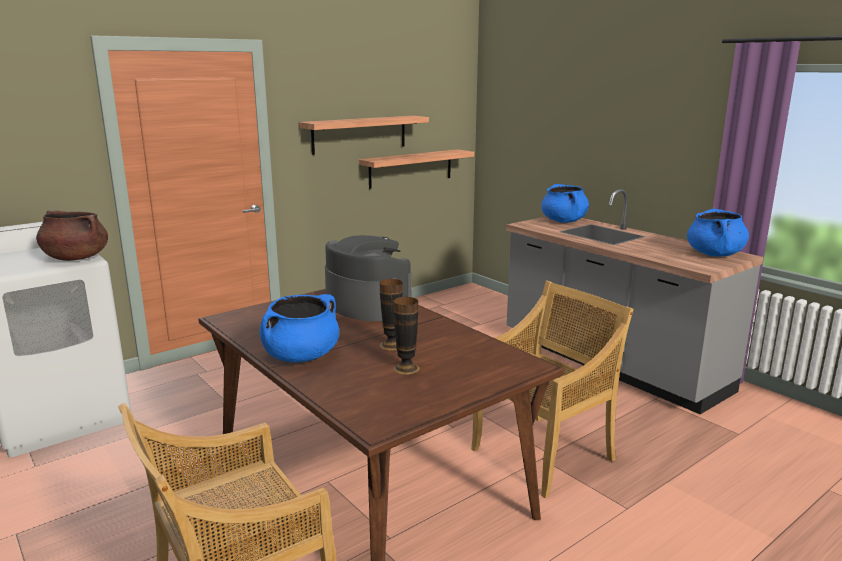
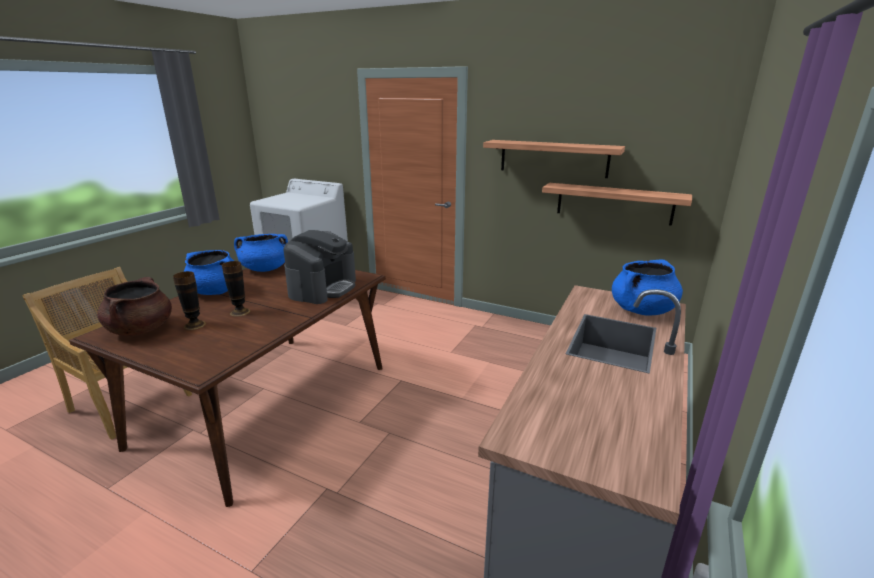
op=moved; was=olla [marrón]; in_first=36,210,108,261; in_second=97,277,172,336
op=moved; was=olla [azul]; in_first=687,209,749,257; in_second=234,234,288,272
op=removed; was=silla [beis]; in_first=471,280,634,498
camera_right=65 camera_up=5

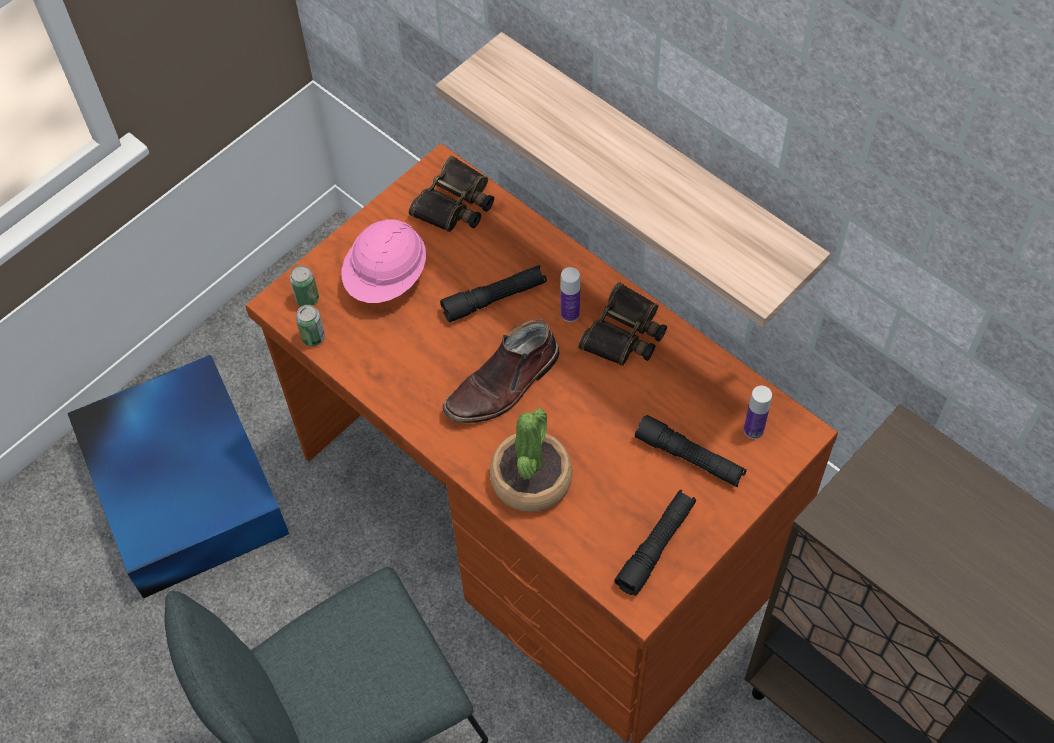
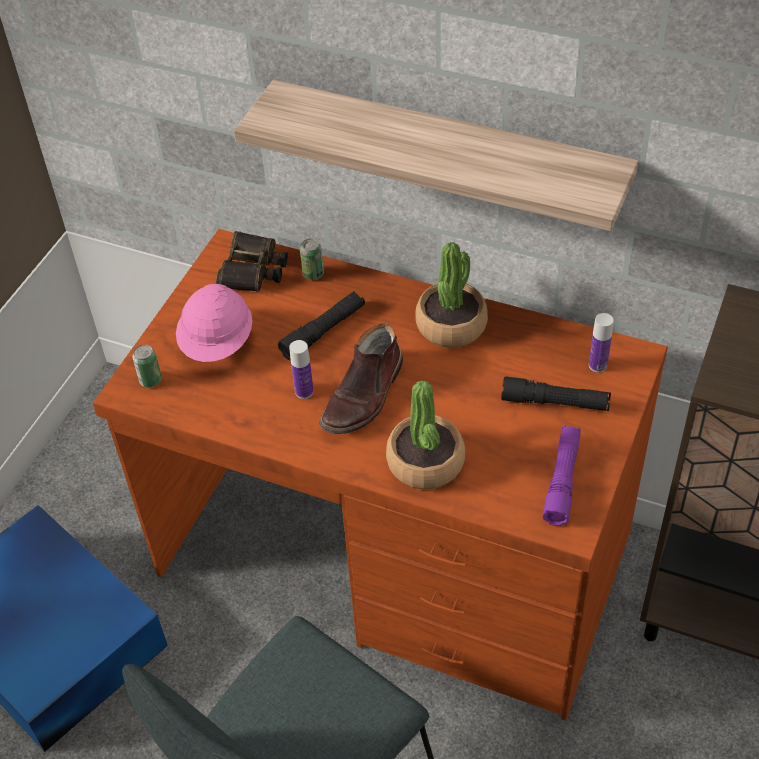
op=moved; was=botella; in_first=560,267,580,322; in_second=289,340,314,399
op=moved; was=lata; in_first=296,305,325,346; in_second=300,239,324,280
op=replaced; was=prismáticos; now=planta en maceta; in_first=578,282,667,366; in_second=416,242,488,348
op=recoloured; was=linterna [negro]; now=linterna [morado]; in_first=614,490,696,596; in_second=542,425,581,526
camera_right=-20 camera_up=-10

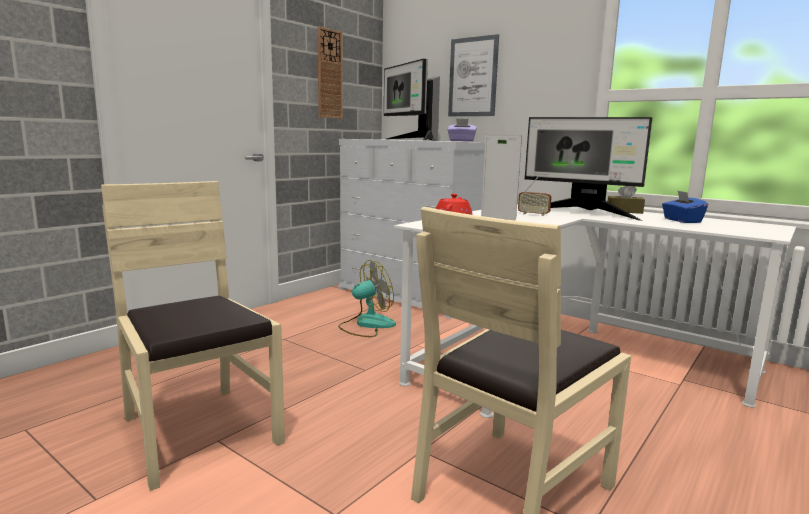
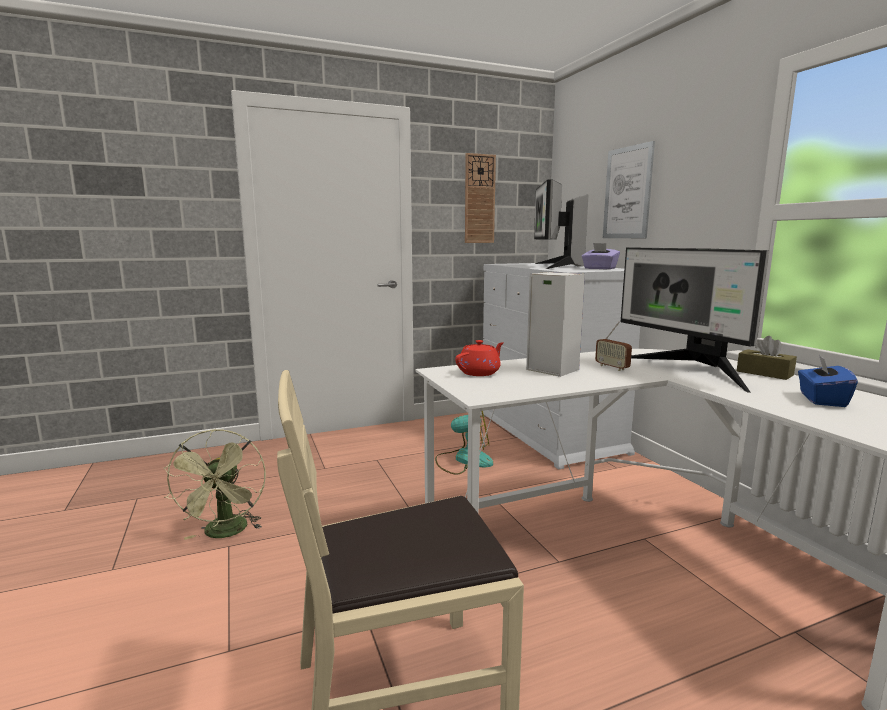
op=replaced; was=silla [beis]; now=ventilador [verde]; in_first=101,181,285,491; in_second=164,429,266,540
camera_right=30 camera_up=0

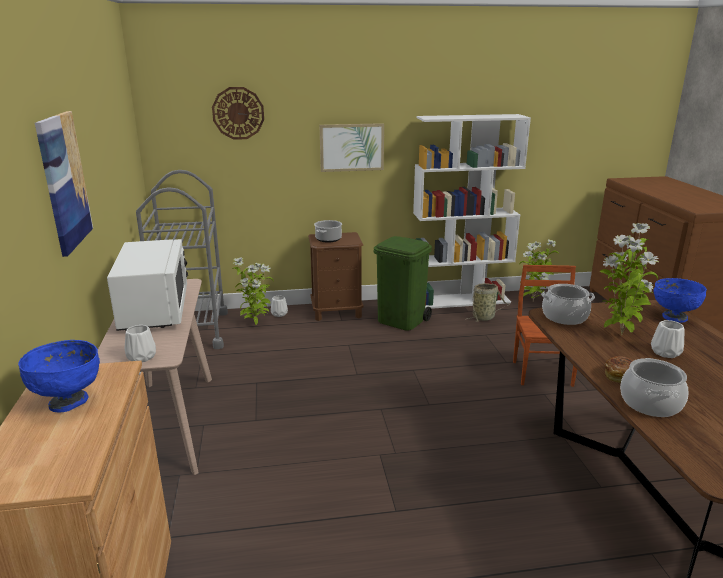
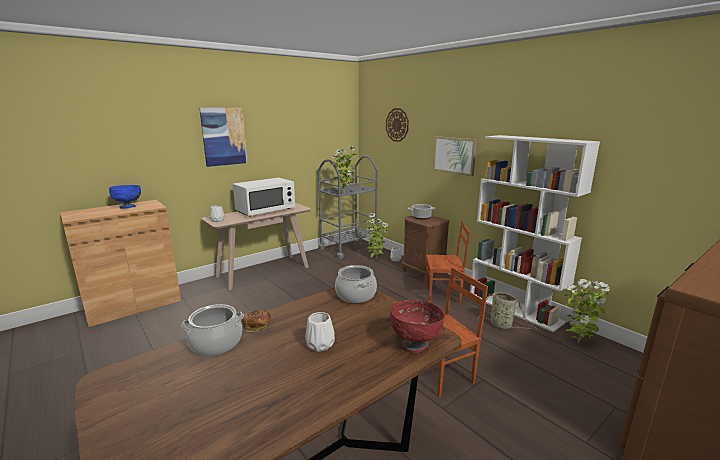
op=moved; was=planta en maceta; in_first=600,223,659,335; in_second=330,146,357,194
op=recoloured; was=cuenco [azul]; now=cuenco [rojo]; in_first=653,278,707,322; in_second=390,299,445,353
op=replaced; was=papelera [verde]; now=silla [marrón]; in_first=374,236,432,331; in_second=425,221,470,304
camera_right=60 camera_up=-5

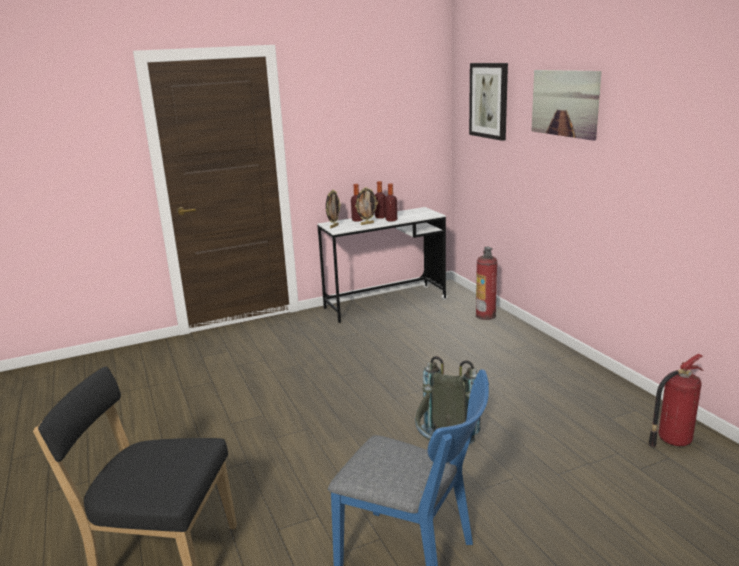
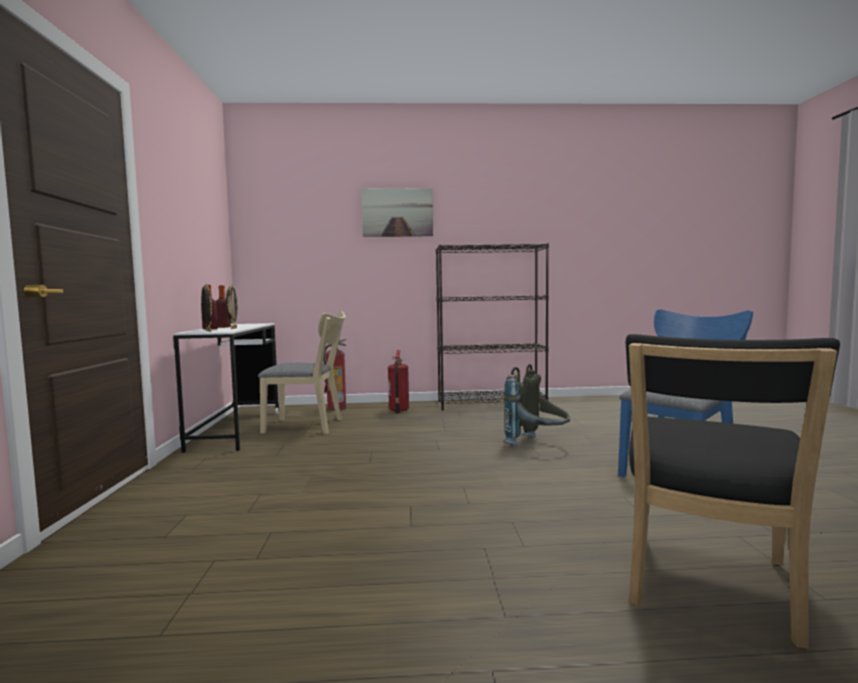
op=added; now=silla [beis]; in_second=258,311,345,434
op=moved; was=extintor; in_first=648,354,704,447; in_second=388,350,409,414
op=added; now=estantería [negro]; in_second=436,243,549,410
op=removed; was=botella; in_first=385,183,397,222
op=removed; was=cuadro; in_first=469,63,508,141
camera_right=-70 camera_up=-15

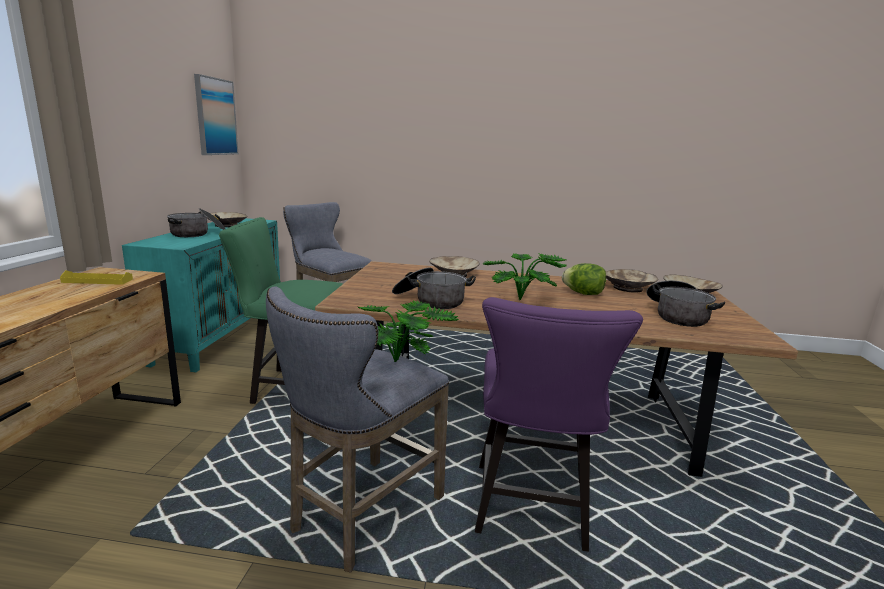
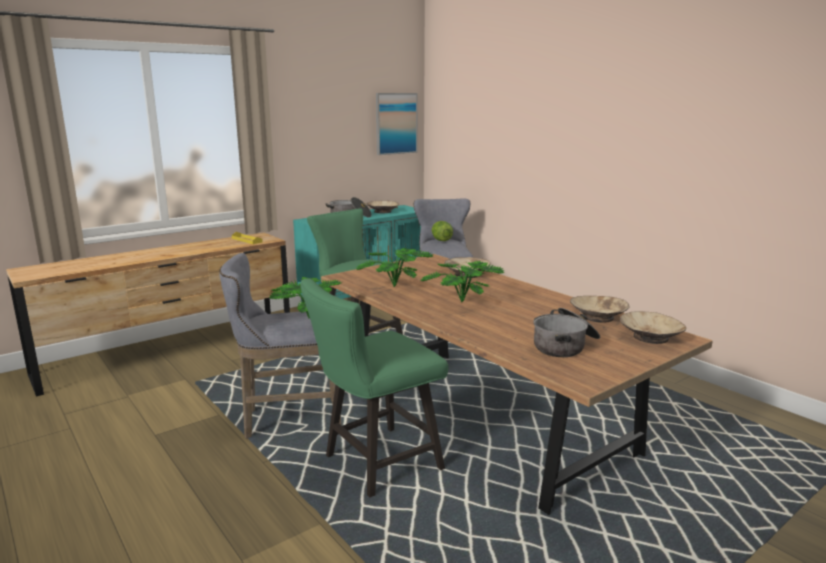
op=recoloured; was=silla [morado]; now=silla [verde]; in_first=475,297,643,552; in_second=300,278,448,497
op=replaced; was=olla; now=planta en maceta; in_first=392,268,476,309; in_second=356,248,433,287
op=moved; was=lechuga; in_first=562,263,606,295; in_second=432,221,453,241
camera_right=45 camera_up=0

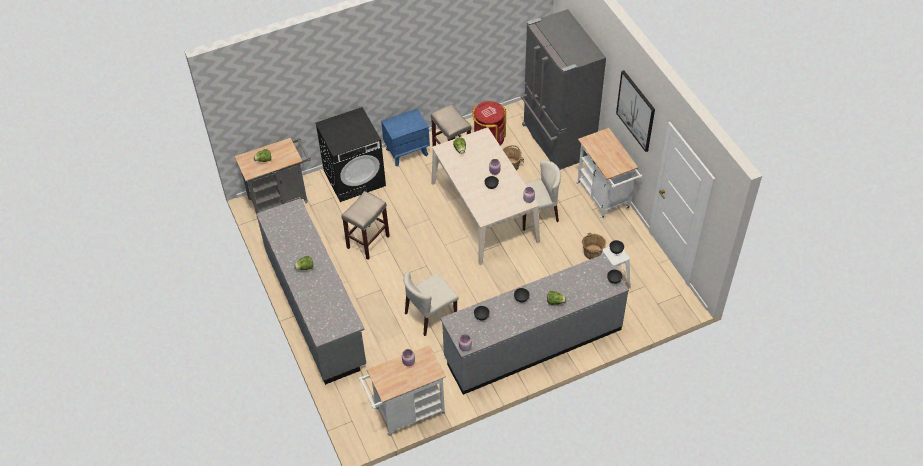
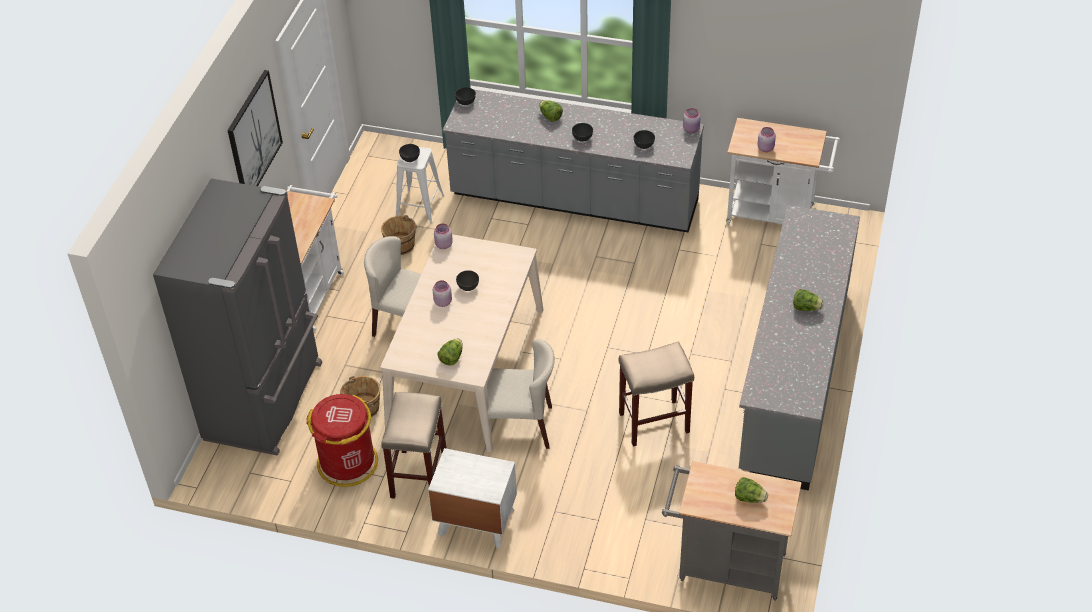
op=recoloured; was=mesita de noche [azul]; now=mesita de noche [blanco]; in_first=381,108,430,166; in_second=428,448,517,549
op=moved; was=silla [beis]; in_first=403,272,459,336; in_second=485,339,555,449
op=removed; was=lavadora [negro]; in_first=315,107,386,202
camera_right=-140 camera_up=-5

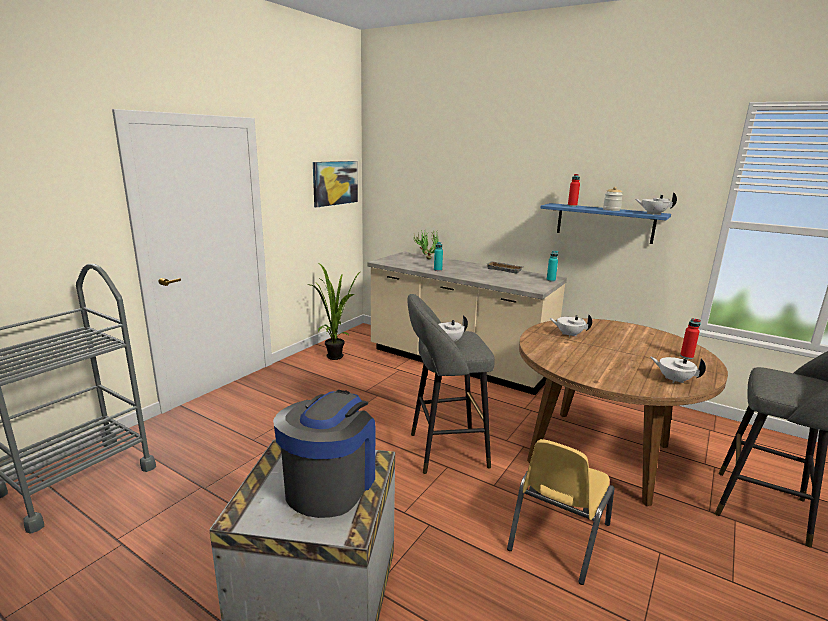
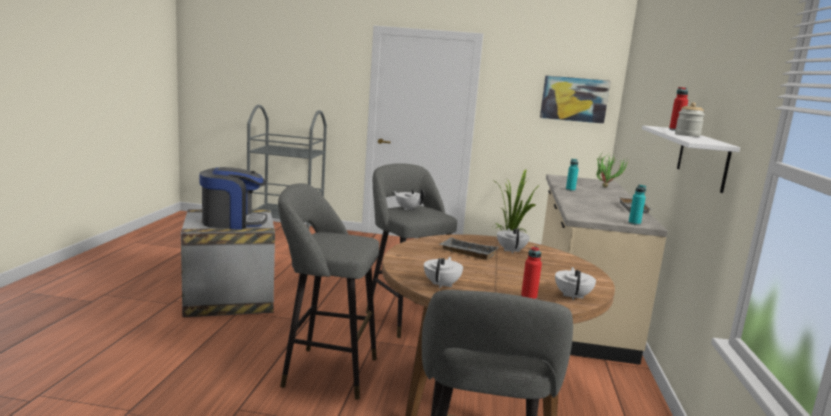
op=replaced; was=silla [amarillo]; now=taburete [gris]; in_first=507,439,614,585; in_second=278,183,379,400
op=added; now=bandeja [gris]; in_second=439,237,498,260
op=moved; was=tetera [blanco]; in_first=636,192,677,215; in_second=555,267,596,300
op=recoloured; was=estante [azul]; now=estante [blanco]; in_first=540,203,671,244; in_second=642,125,740,193
camera_right=65 camera_up=-5

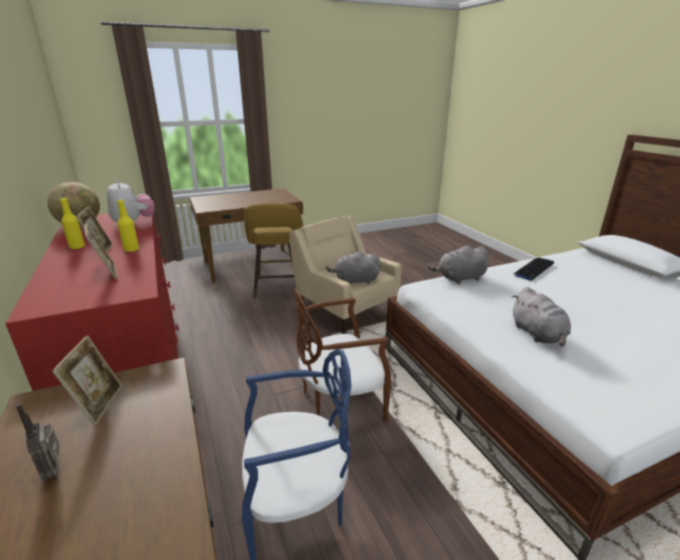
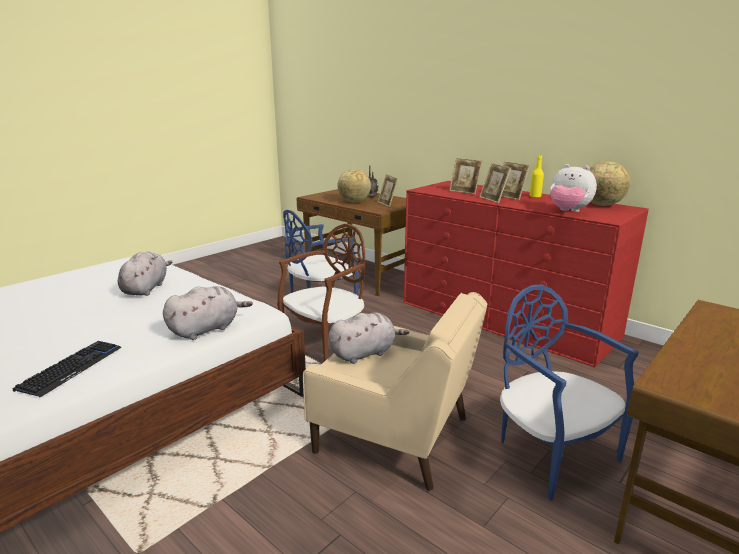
op=turned; was=peluche [gris]; in_first=512,287,571,346; in_second=118,252,172,296; clockwise=45
op=added; now=globo terráqueo; in_second=337,169,371,203
op=replaced; was=botella [amarillo]; now=portarretratos; in_first=117,199,139,252; in_second=480,163,511,203
op=replaced; was=taburete [amarillo]; now=silla [azul]; in_first=244,203,303,298; in_second=500,285,639,501
camera_right=155 camera_up=-5

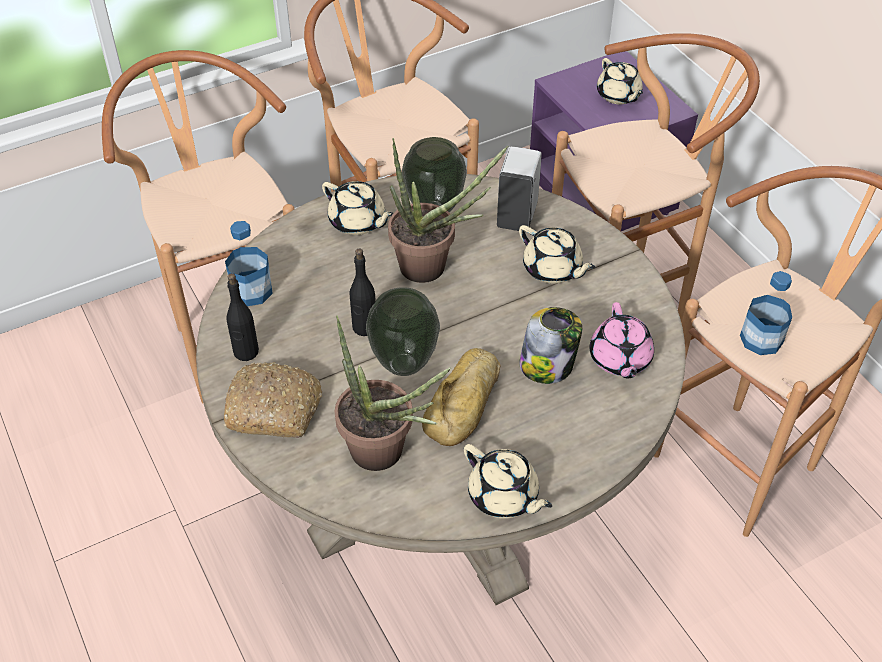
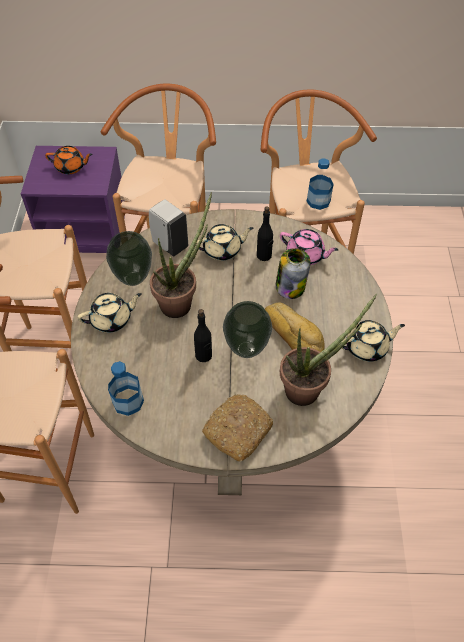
op=recoloured; was=tetera [beis]; now=tetera [naranja]; in_first=597,58,643,104; in_second=45,146,92,174
op=moved; was=botella [negro]; in_first=226,273,259,361; in_second=257,206,273,261
camera_right=-60 camera_up=5

